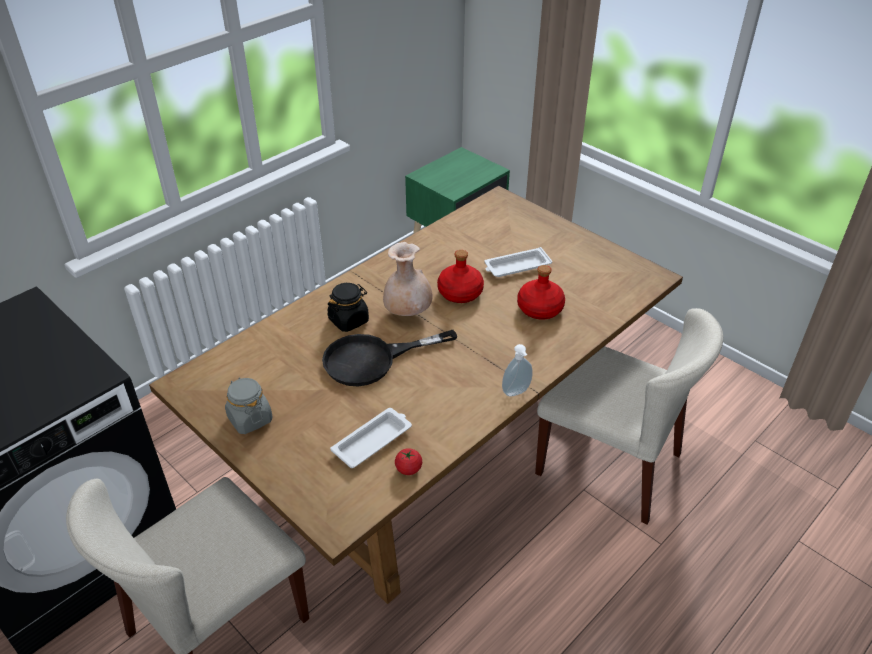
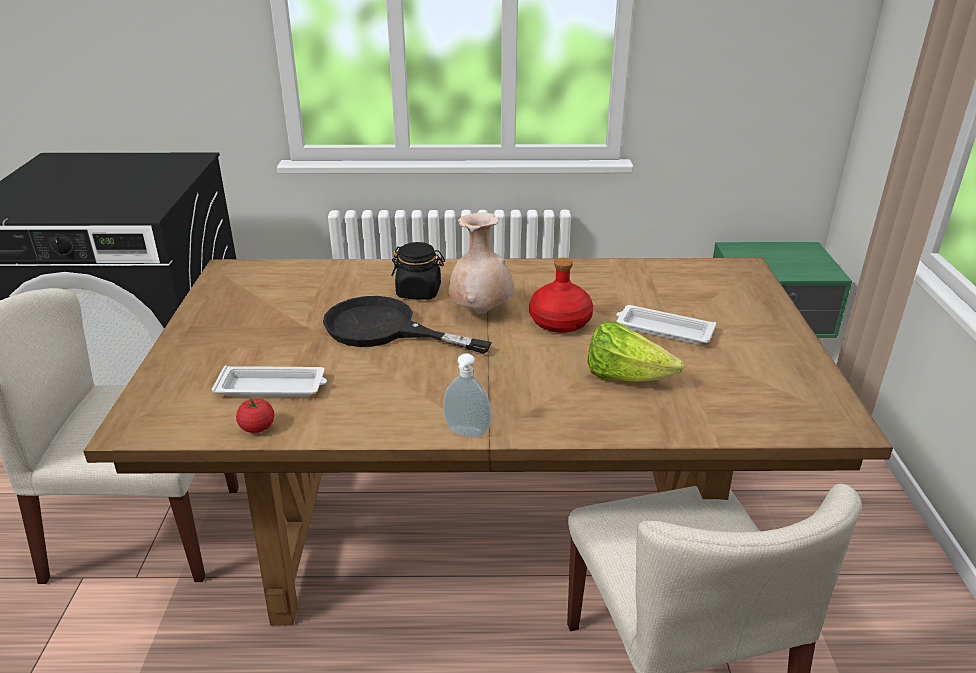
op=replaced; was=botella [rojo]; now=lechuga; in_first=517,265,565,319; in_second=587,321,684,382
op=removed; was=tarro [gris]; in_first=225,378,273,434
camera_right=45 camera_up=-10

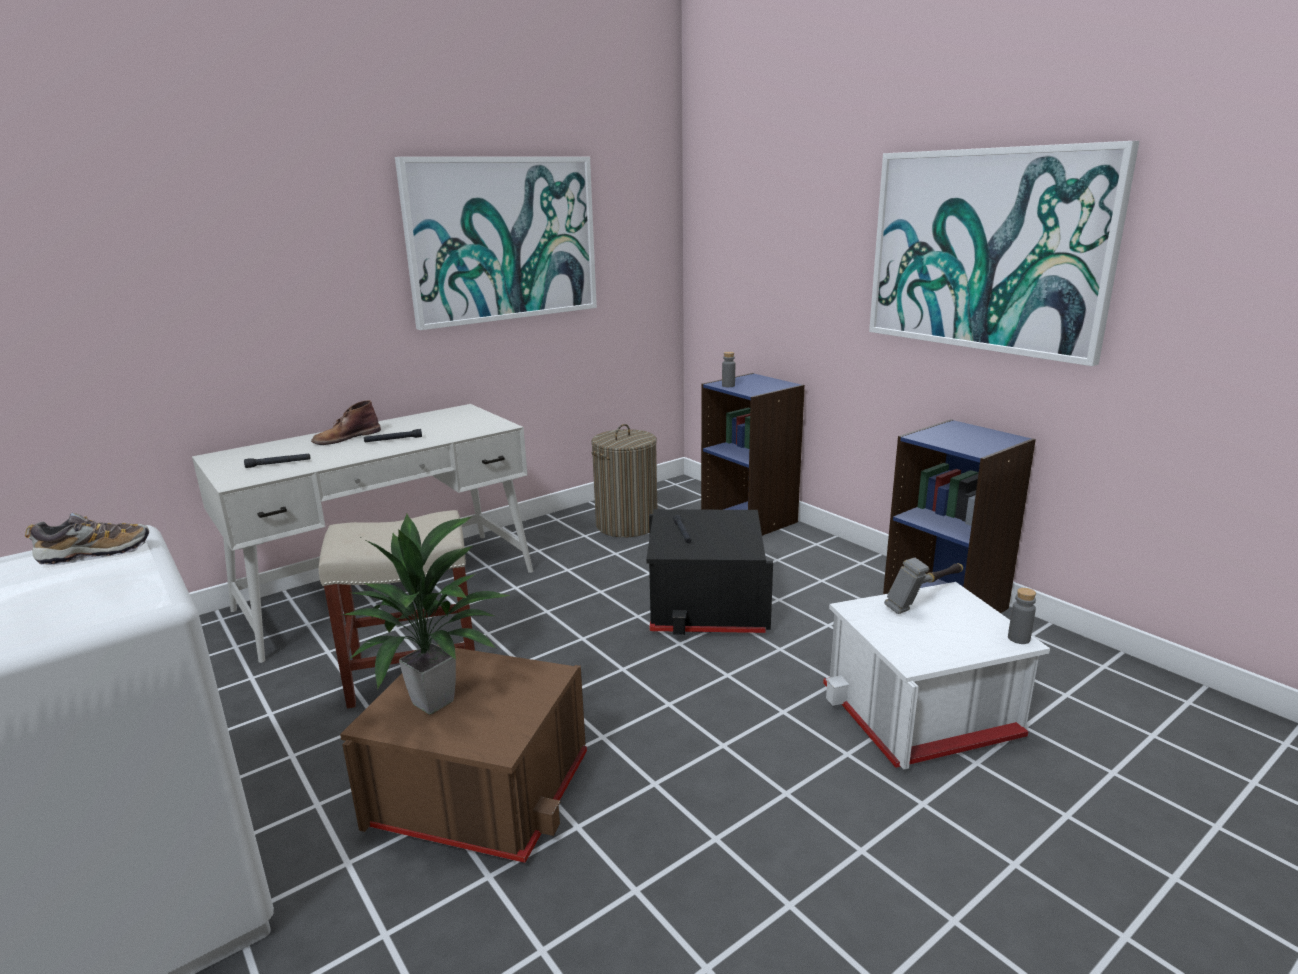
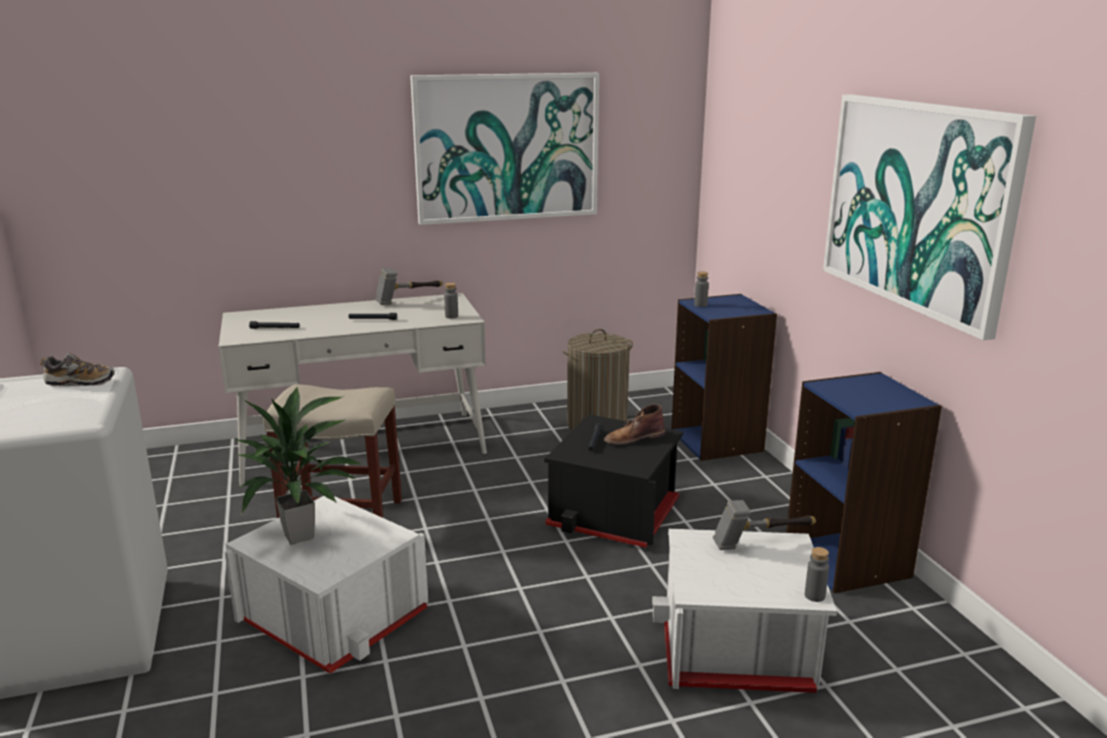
op=recoloured; was=caja de almacenaje [marrón]; now=caja de almacenaje [blanco]; in_first=340,645,587,863; in_second=224,496,429,674
op=added; now=martillo; in_second=375,268,443,305
op=added; now=botella [gris]; in_second=444,283,458,319
op=moved; was=bota [marrón]; in_first=311,400,381,445; in_second=604,404,665,446
camera_right=20 camera_up=0

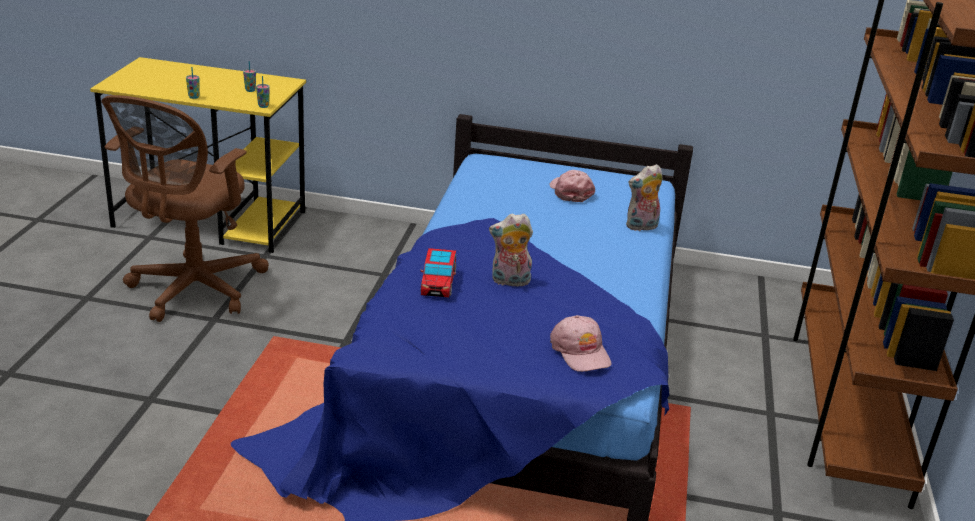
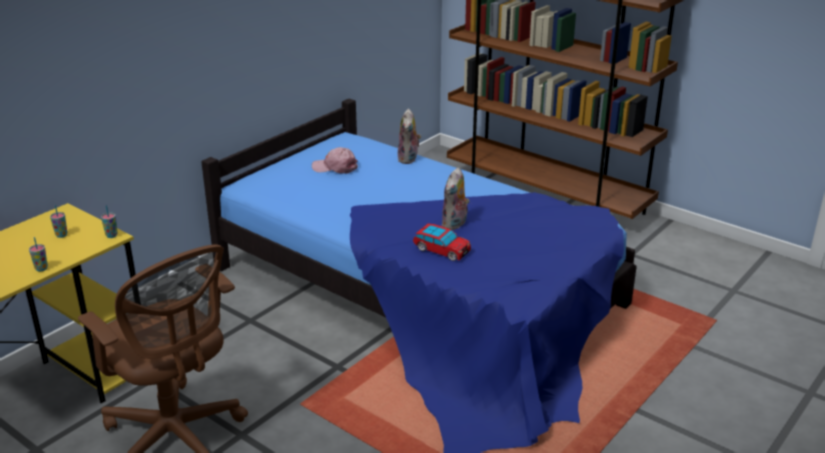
op=removed; was=gorra [rosa]; in_first=550,315,611,372
camera_right=-60 camera_up=0

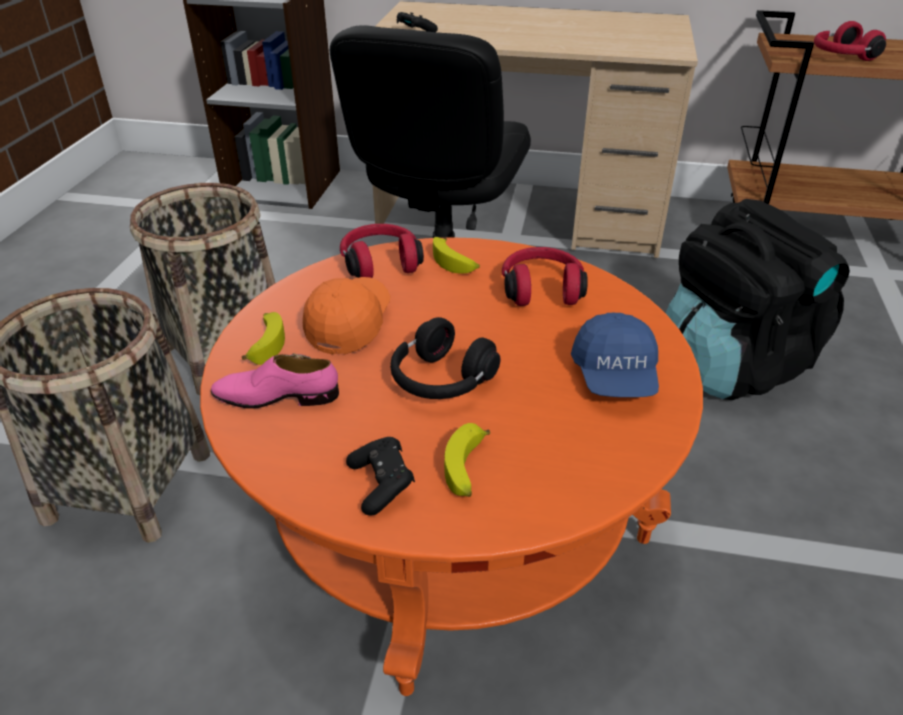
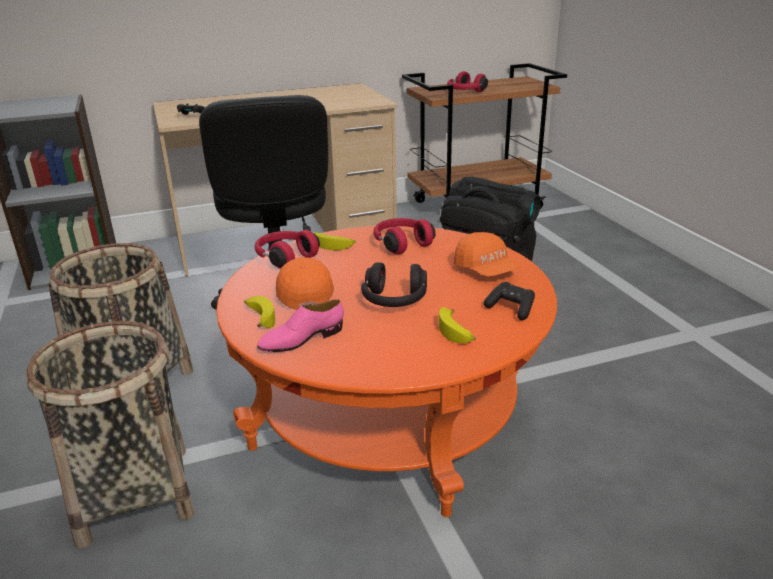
op=recoloured; was=gorra [azul]; now=gorra [naranja]; in_first=571,312,659,397; in_second=454,232,520,277
op=moved; was=mando de consola [negro]; in_first=346,437,415,516; in_second=484,282,535,320
camera_right=-30 camera_up=-10

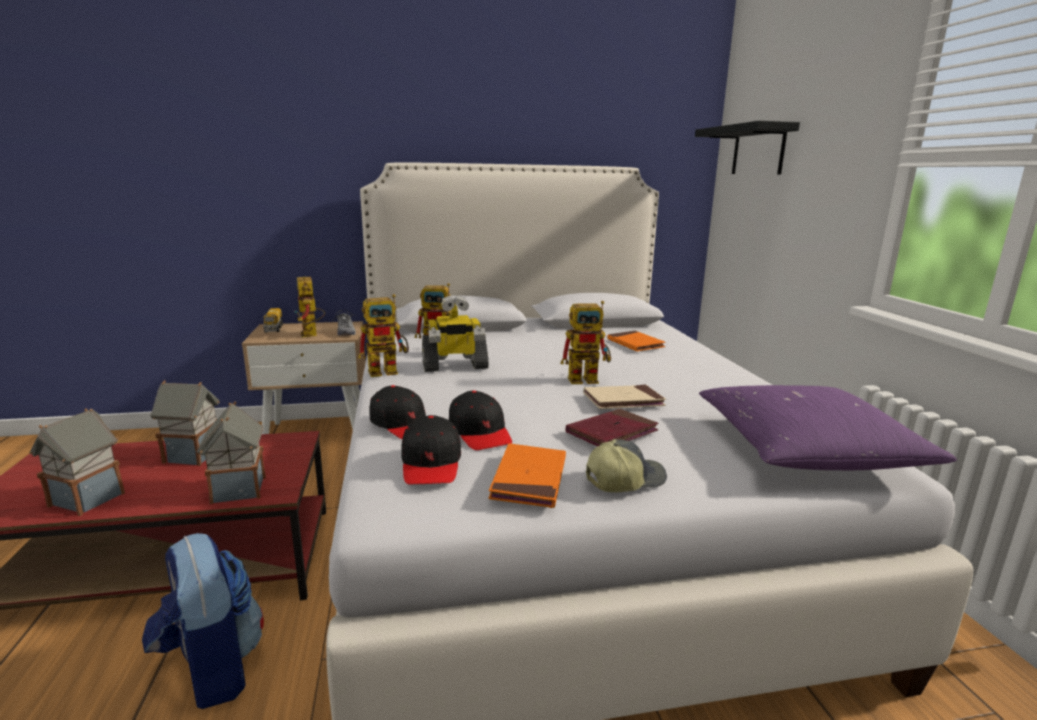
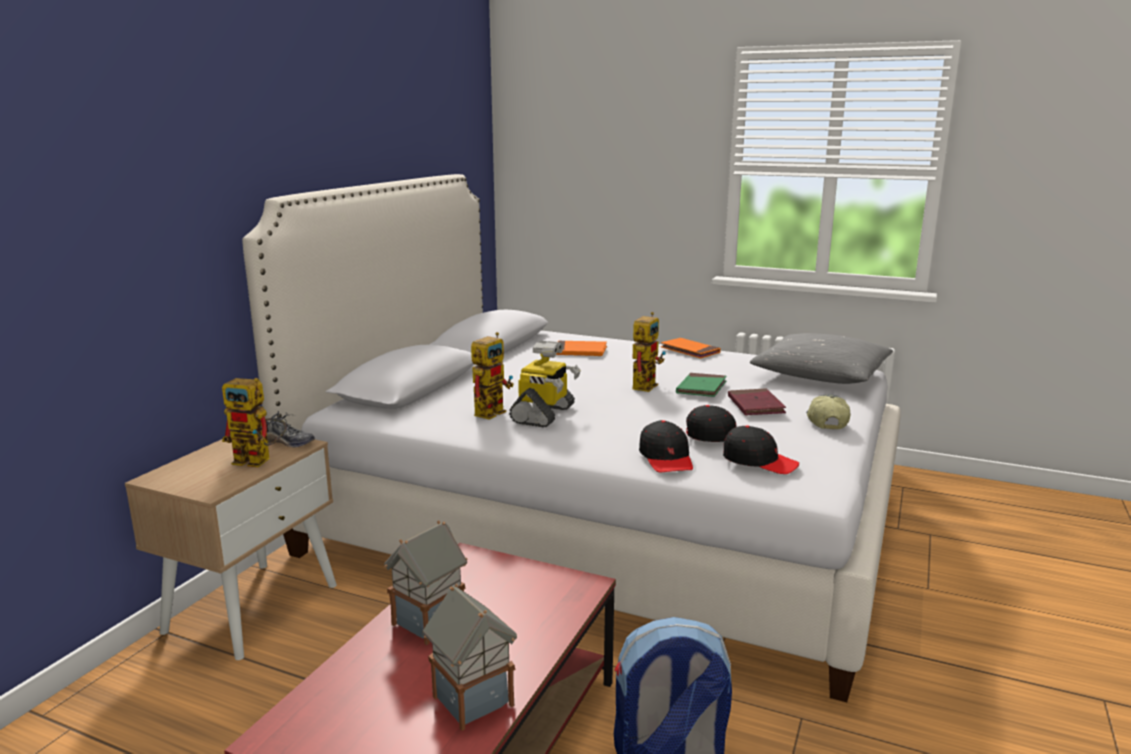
op=turned; was=gorra [negro]; in_first=370,385,426,439; in_second=639,420,693,473; clockwise=90
op=moved; was=libro [naranja]; in_first=488,443,566,508; in_second=660,338,721,359
op=recoloured; was=libro [beis]; now=libro [verde]; in_first=584,384,666,409; in_second=676,373,727,397
op=recoloured; was=cojín [morado]; now=cojín [gris]; in_first=699,385,957,470; in_second=750,333,893,384
op=removed; was=casita; in_first=197,401,266,504
op=removed; was=camión de juguete; in_first=263,308,283,333
op=removed; was=robot de juguete; in_first=358,294,409,377
op=removed; was=estante [negro]; in_first=695,121,800,175
camera_right=-55 camera_up=0

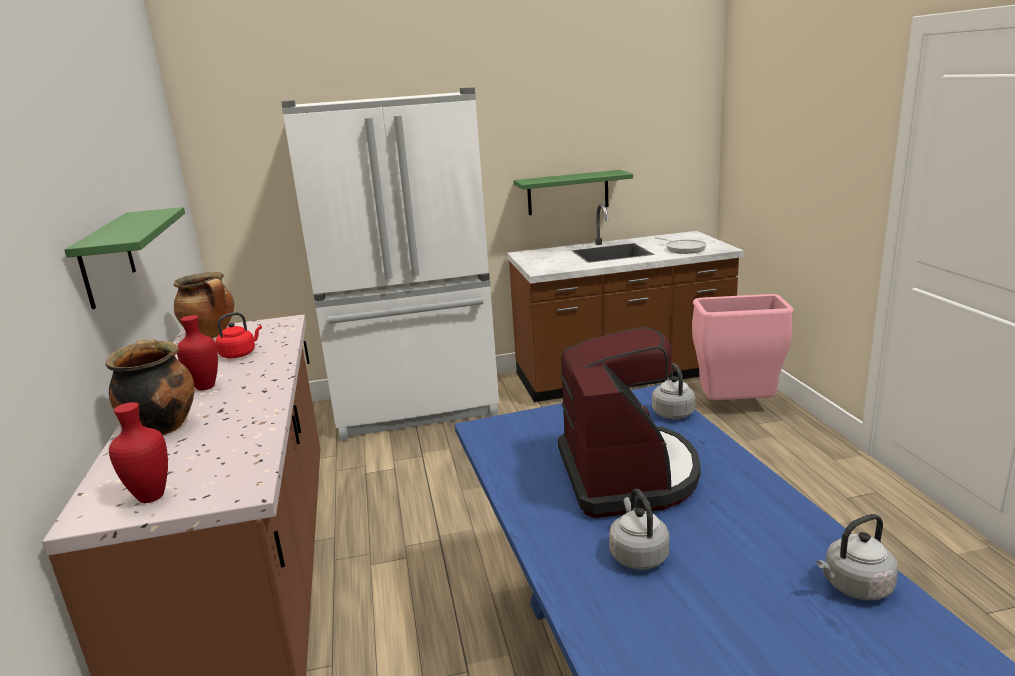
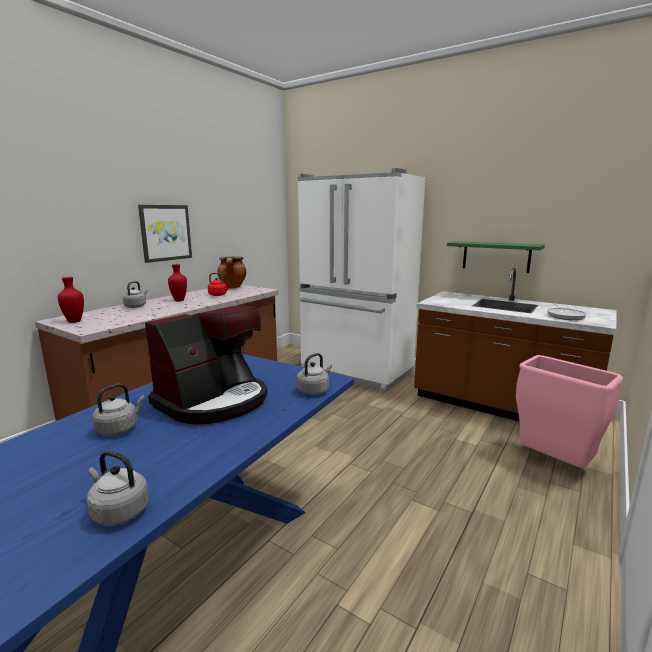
op=replaced; was=olla; now=hervidor [gris]; in_first=106,339,194,435; in_second=123,281,147,308
op=replaced; was=estante [verde]; now=cuadro; in_first=64,207,185,309; in_second=138,205,192,263
camera_right=45 camera_up=-5

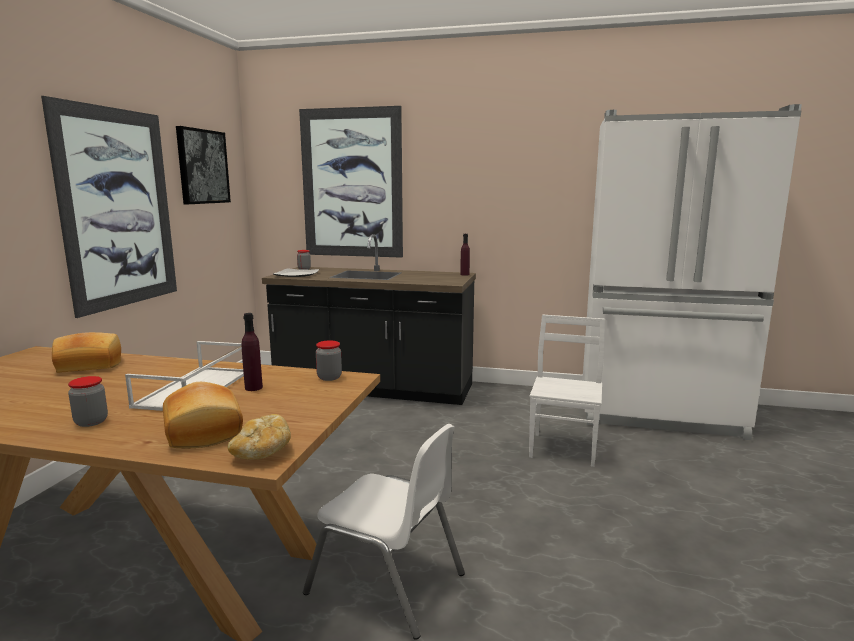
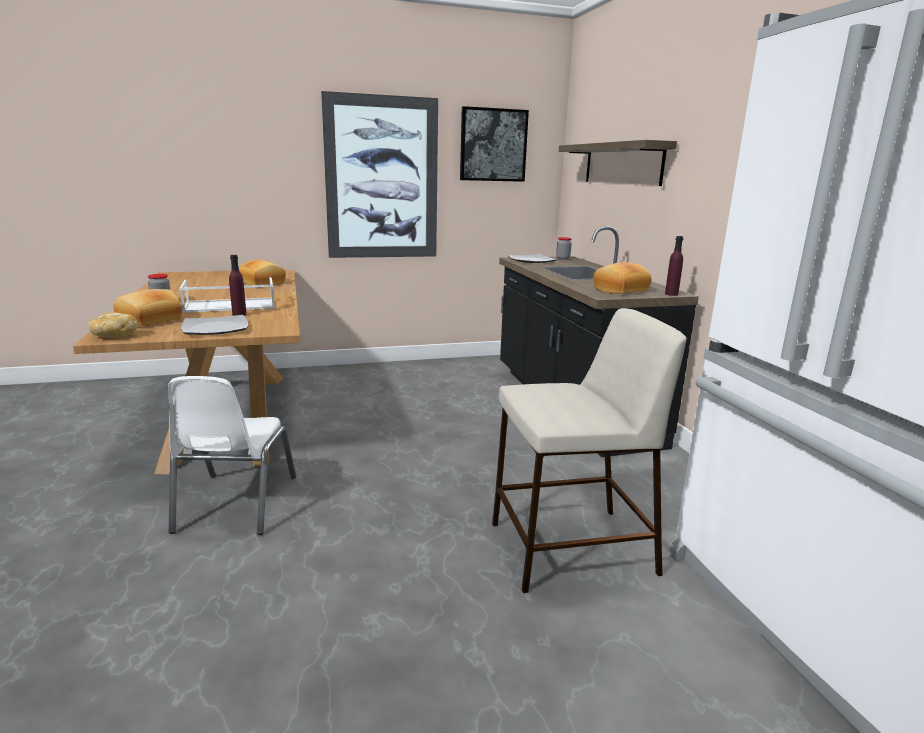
op=added; now=plato; in_second=181,315,248,335
op=replaced; was=silla [blanco]; now=taburete [beis]; in_first=529,315,605,467; in_second=492,308,687,593
op=replaced; was=cuadro; now=estante; in_first=299,106,403,258; in_second=559,140,677,186
op=added; now=pan; in_second=593,262,652,294
op=removed; was=tarro; in_first=316,340,342,381
camera_right=60 camera_up=5

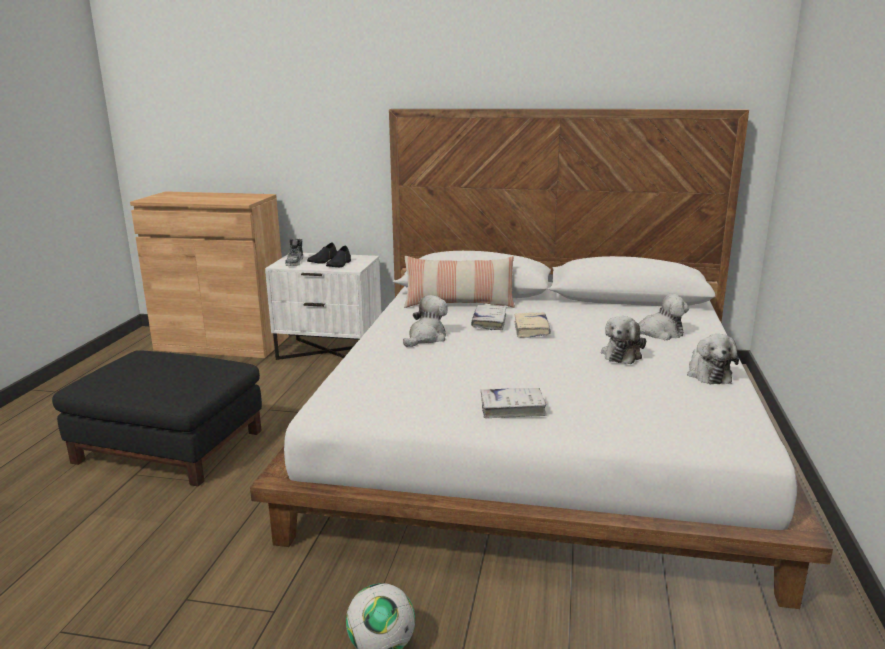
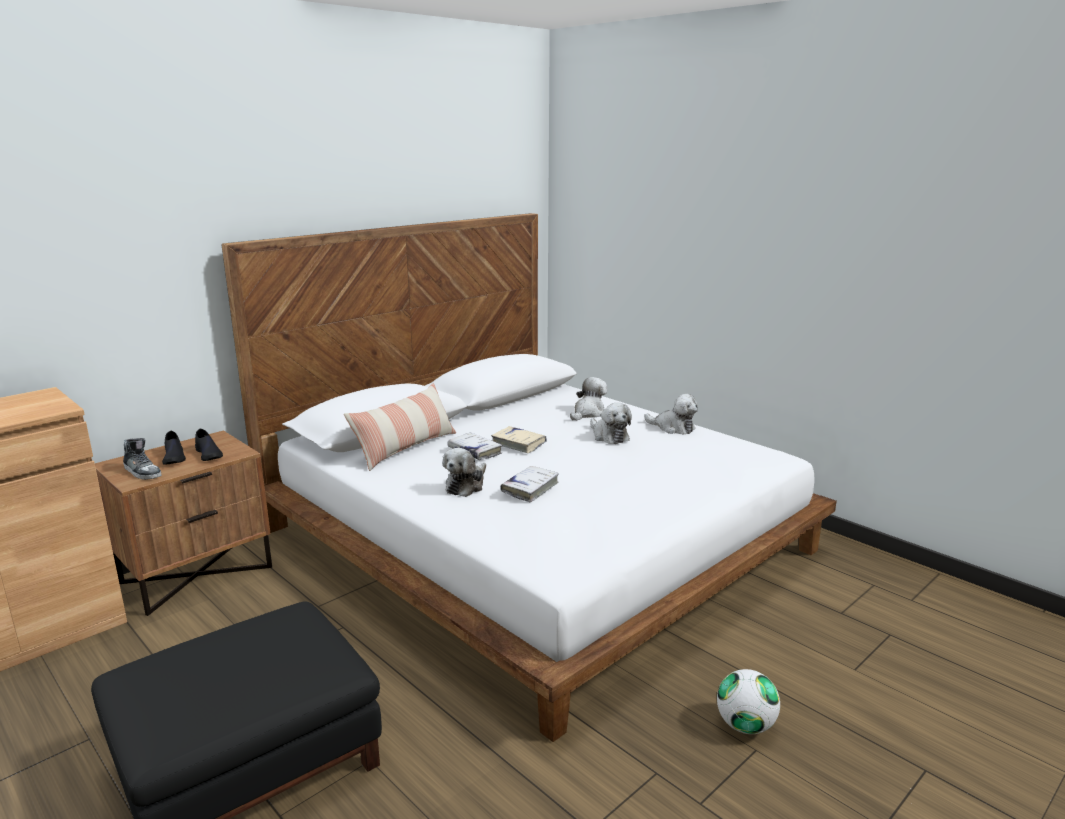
op=recoloured; was=mesita de noche [blanco]; now=mesita de noche [marrón]; in_first=265,253,381,360; in_second=95,431,272,616
op=turned; was=peluche; in_first=403,295,448,347; in_second=442,448,486,497; clockwise=-135
op=moved; was=libro [blanco]; in_first=481,388,547,418; in_second=501,466,559,502
camera_right=-55 camera_up=0

